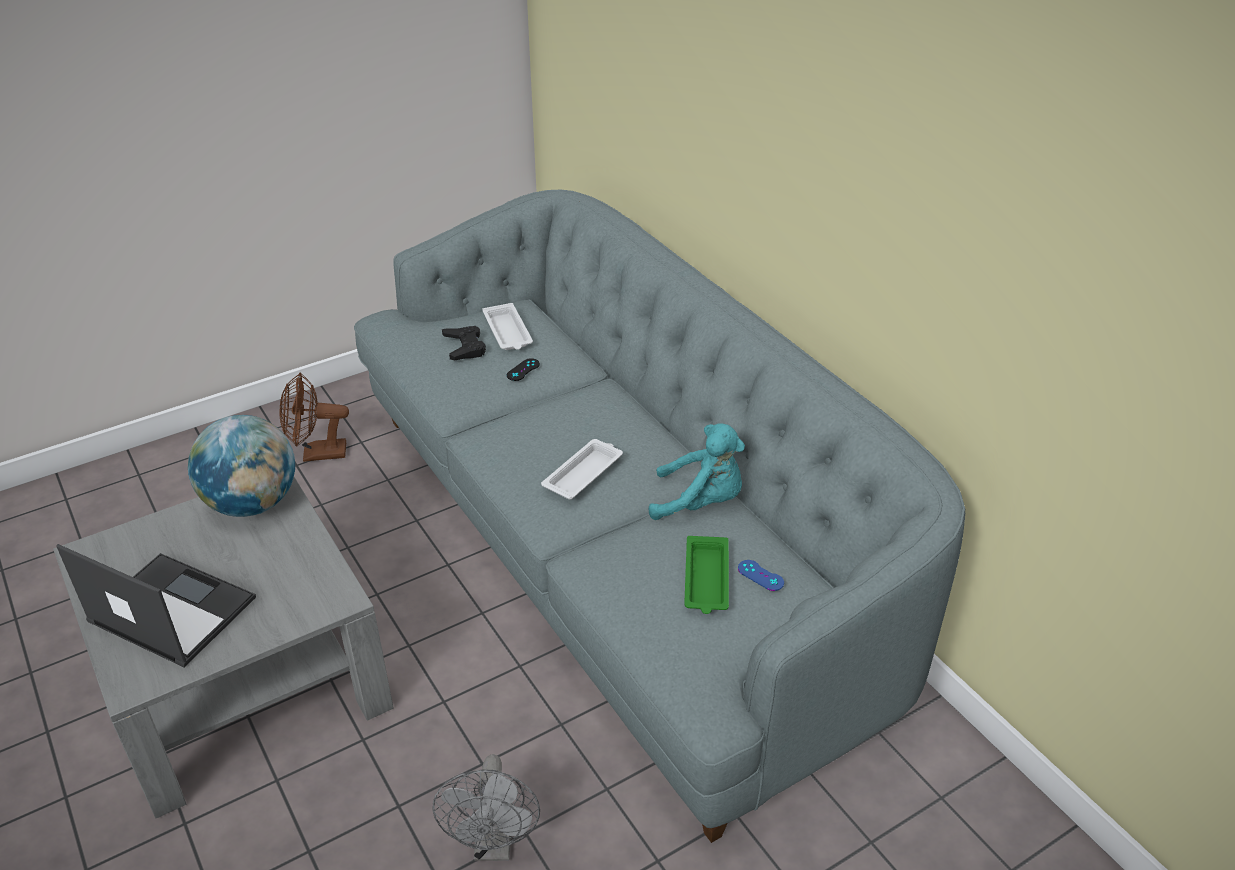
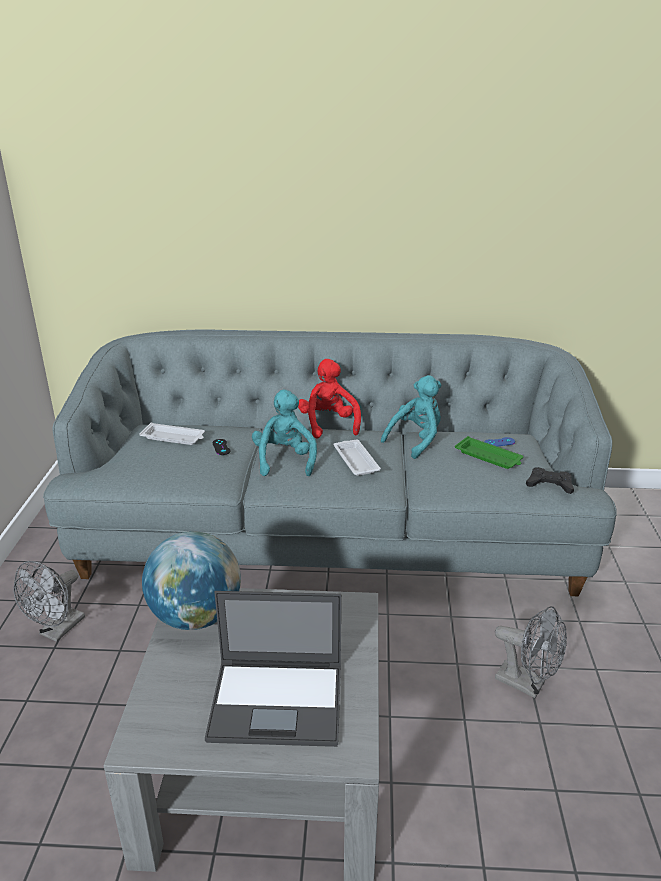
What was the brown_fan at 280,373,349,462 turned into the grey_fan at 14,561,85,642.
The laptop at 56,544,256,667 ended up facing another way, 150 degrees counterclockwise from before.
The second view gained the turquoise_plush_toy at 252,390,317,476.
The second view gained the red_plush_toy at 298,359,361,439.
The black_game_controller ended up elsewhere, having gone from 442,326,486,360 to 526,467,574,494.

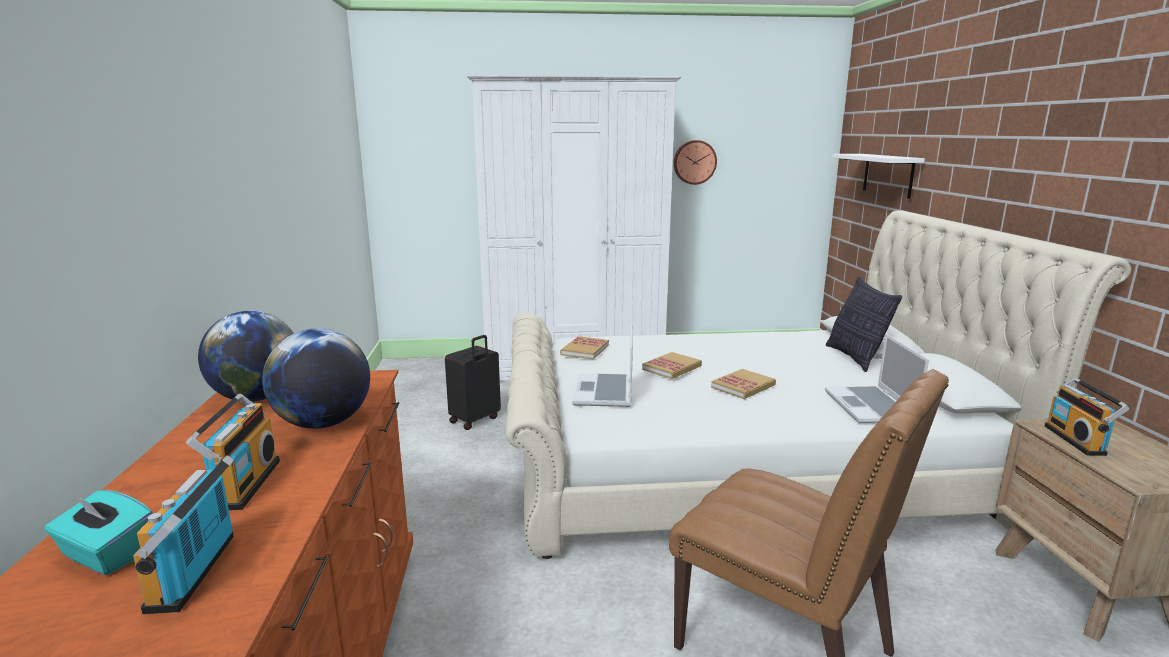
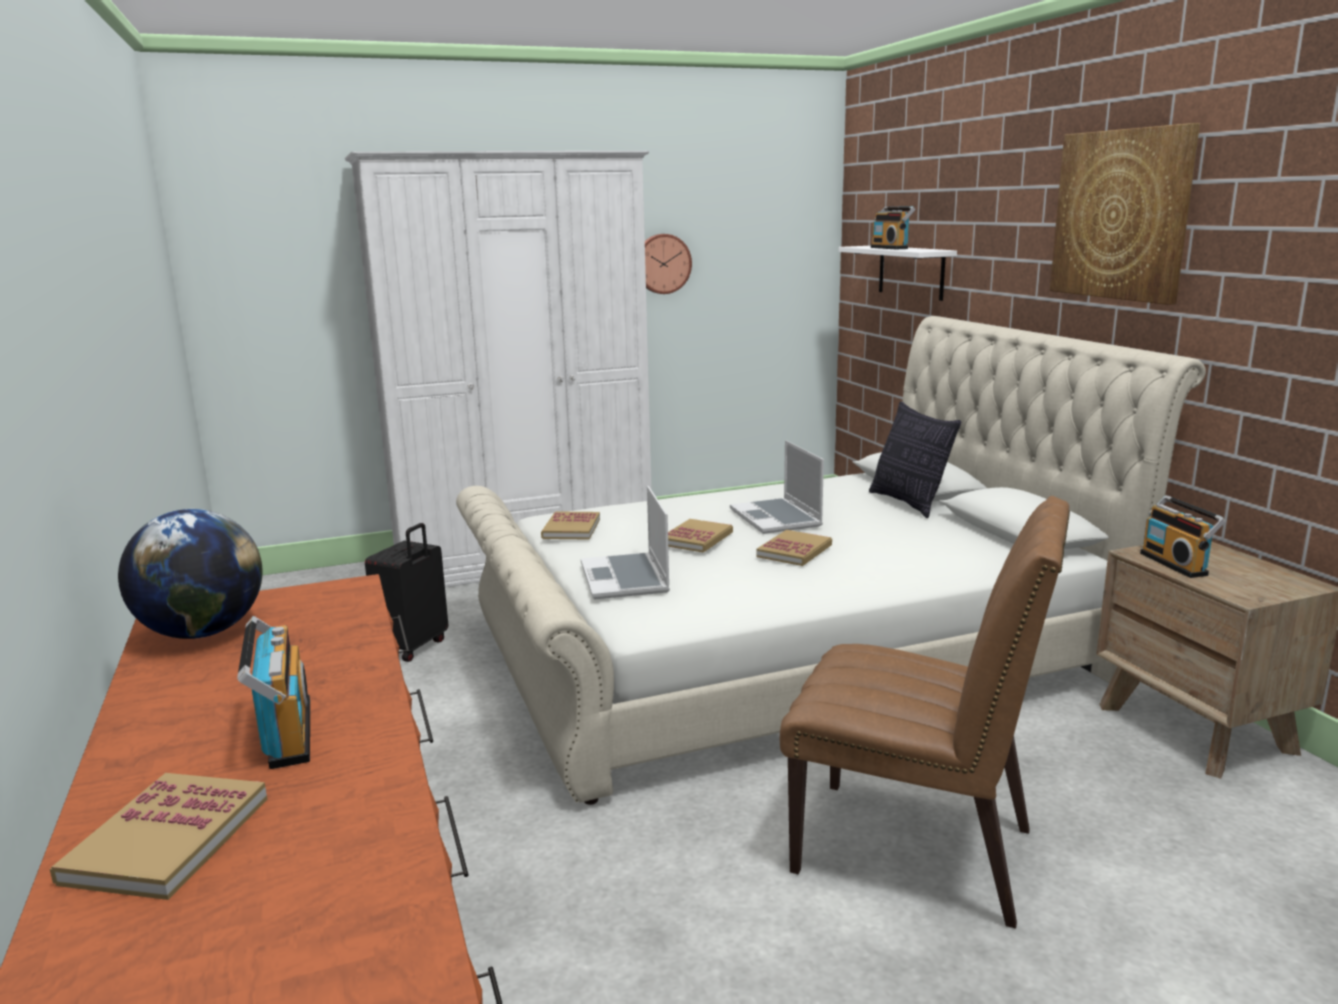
Where the turquoise_tissue_box stood at 44,490,153,575, the book came to stand at 50,773,268,900.
The laptop ended up elsewhere, having gone from 825,334,929,423 to 730,440,824,534.
The radio ended up elsewhere, having gone from 133,455,234,614 to 871,206,916,250.
The second view gained the picture at 1050,123,1200,305.
The second view lost the globe at 262,328,370,429.

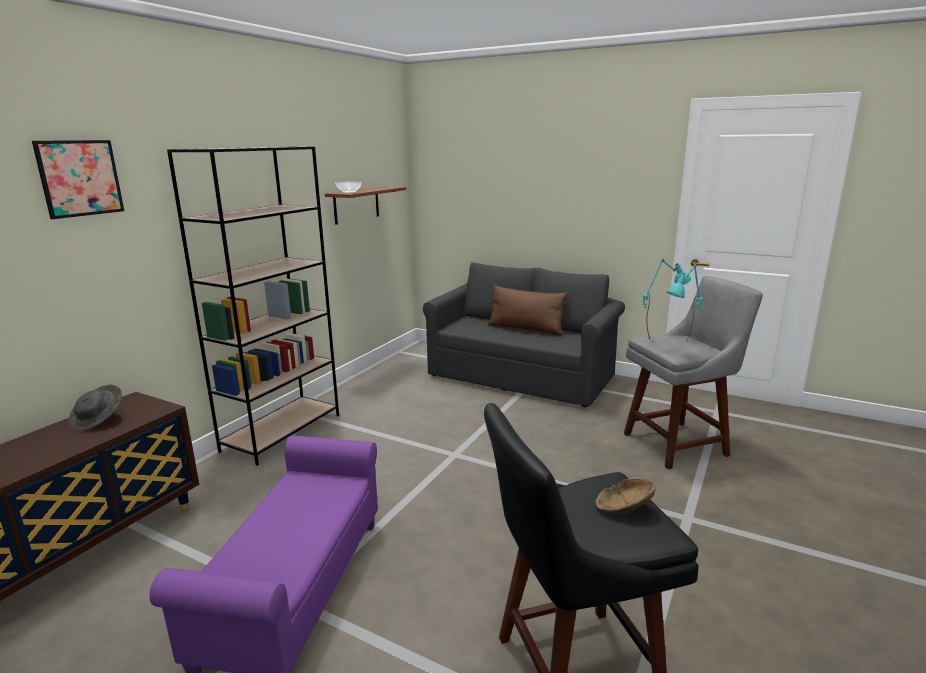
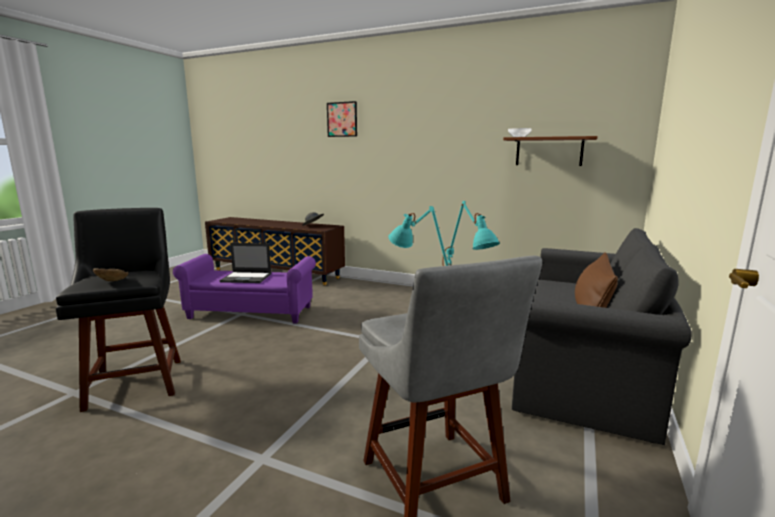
The second view gained the laptop at 220,243,271,283.
The second view lost the beige_bookcase at 167,147,339,466.

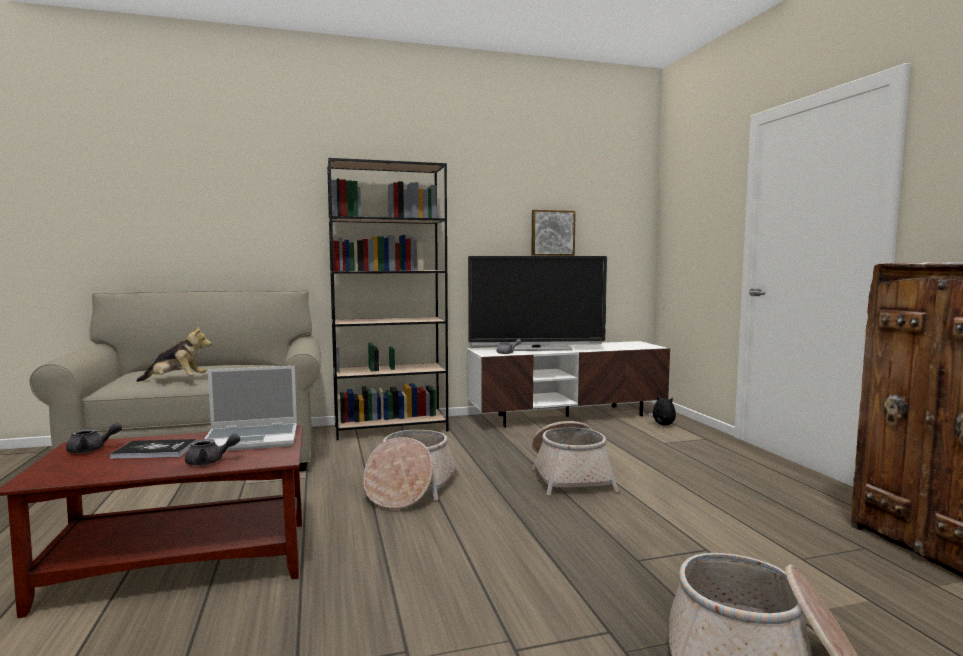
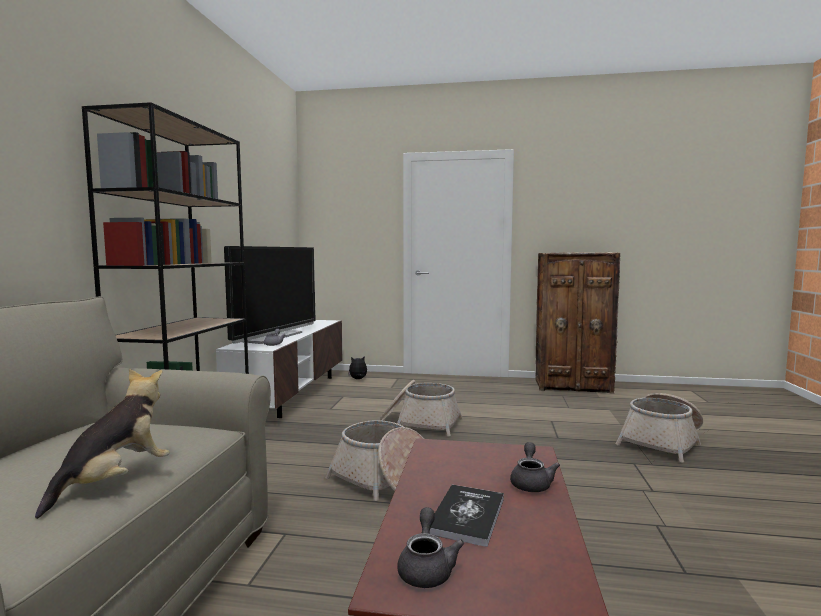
The second view lost the laptop at 204,366,297,451.
The second view lost the picture at 531,210,576,256.

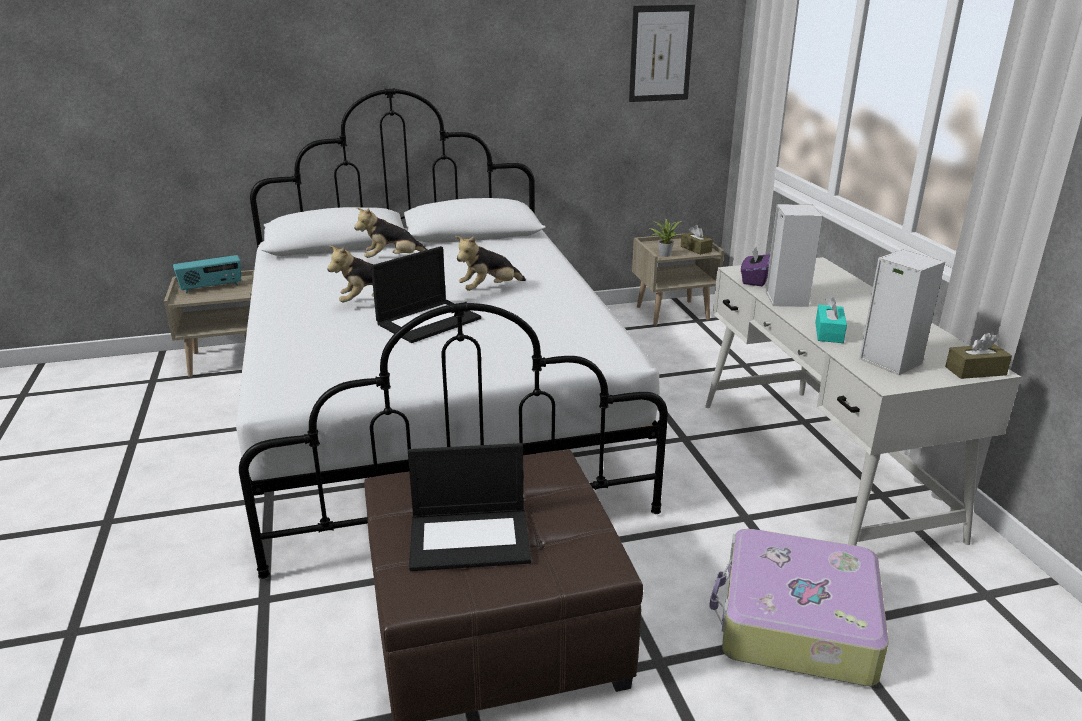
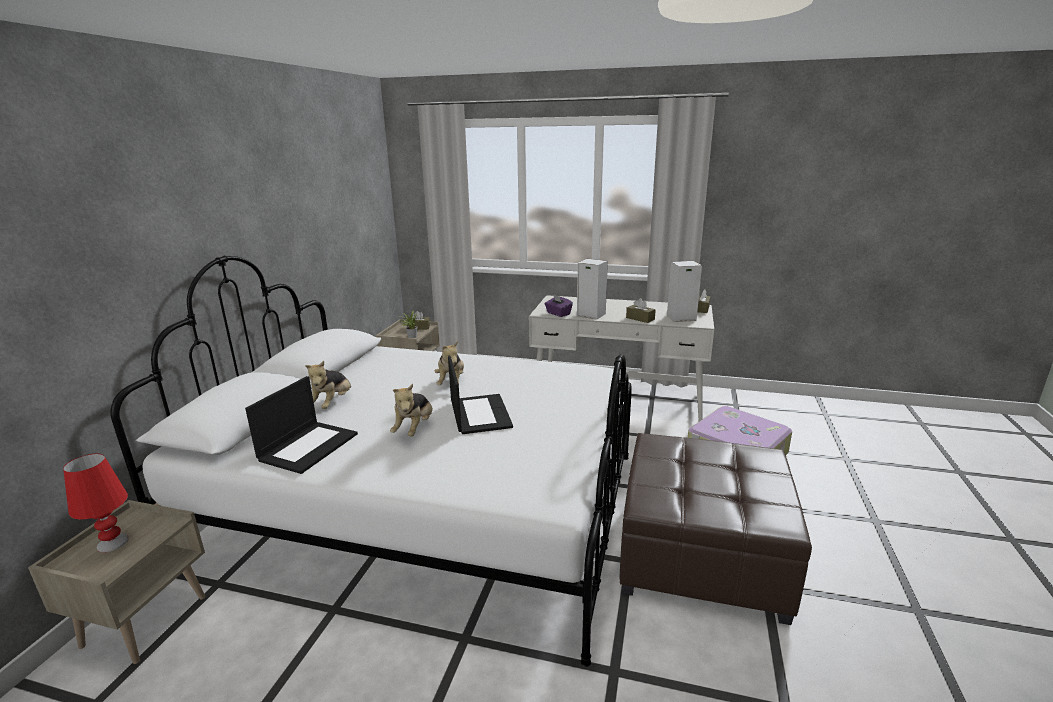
Where the radio stood at 173,255,241,293, the red_table_lamp came to stand at 63,454,129,552.
The laptop ended up elsewhere, having gone from 408,443,531,571 to 245,376,358,474.
What was the turquoise_tissue_box at 815,296,847,343 turned into the brown_tissue_box at 626,298,656,323.
The second view lost the picture at 629,5,695,102.

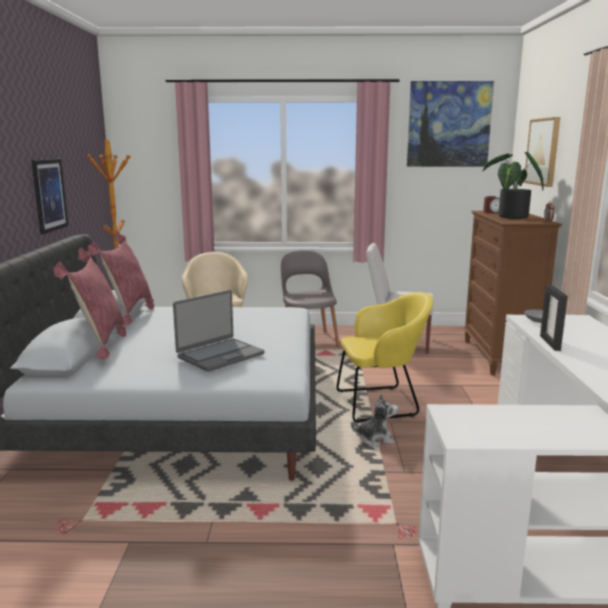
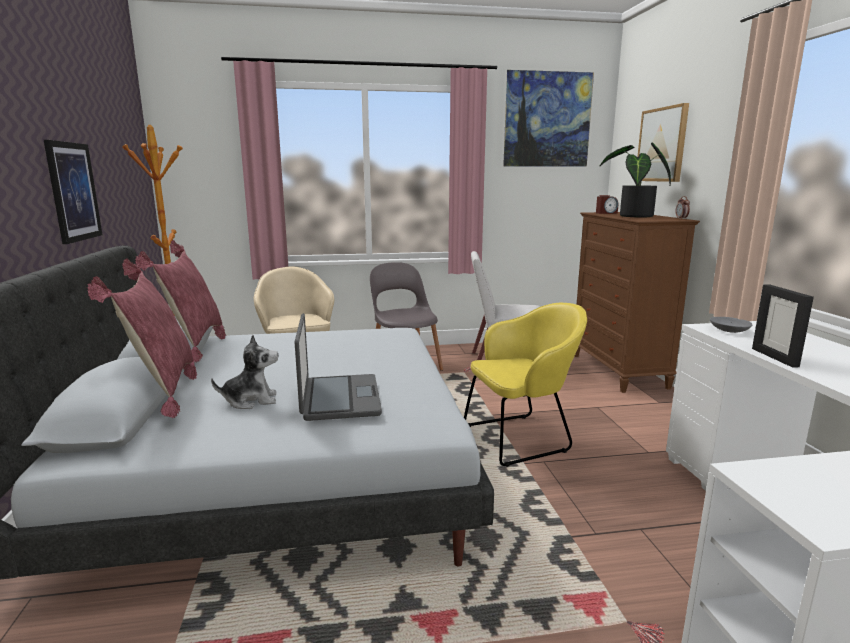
The plush_toy ended up elsewhere, having gone from 351,393,398,446 to 211,335,278,409.
The laptop at 173,290,265,372 ended up facing another way, 45 degrees counterclockwise from before.

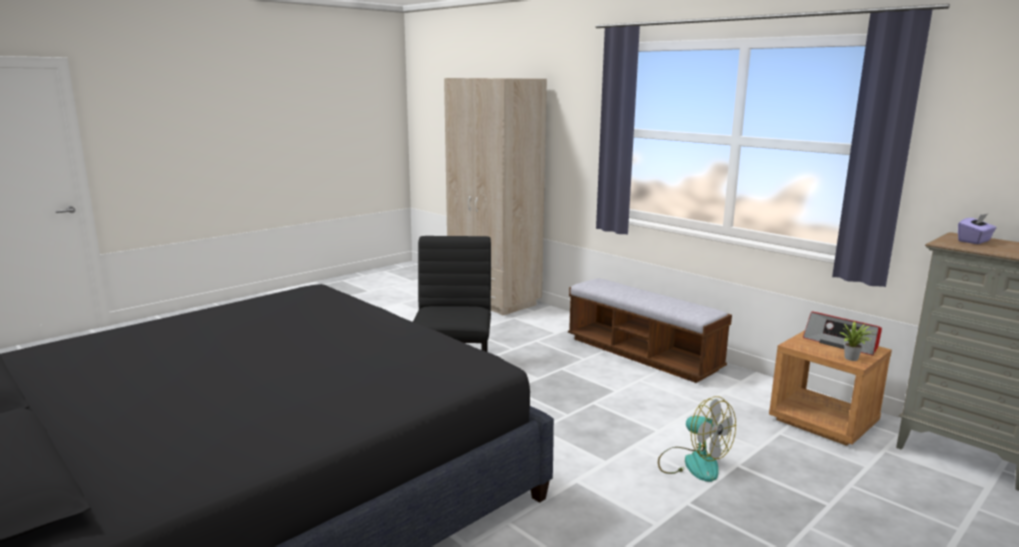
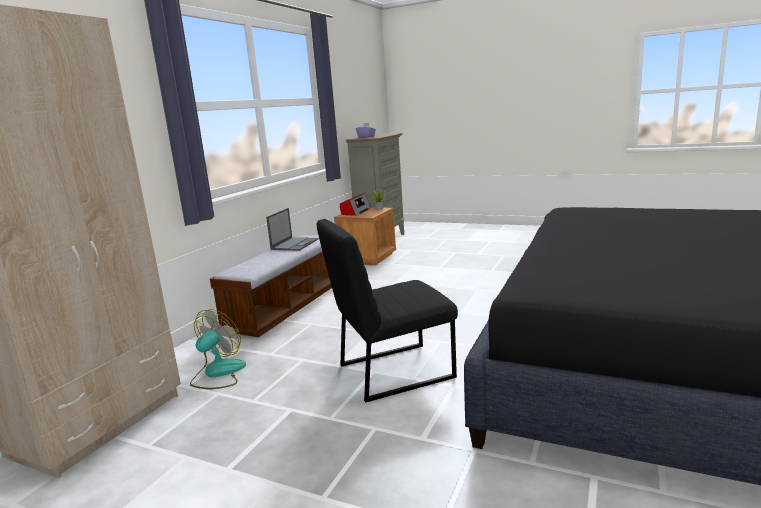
The fan ended up elsewhere, having gone from 658,396,736,482 to 190,309,246,389.
The second view gained the laptop at 266,208,319,251.

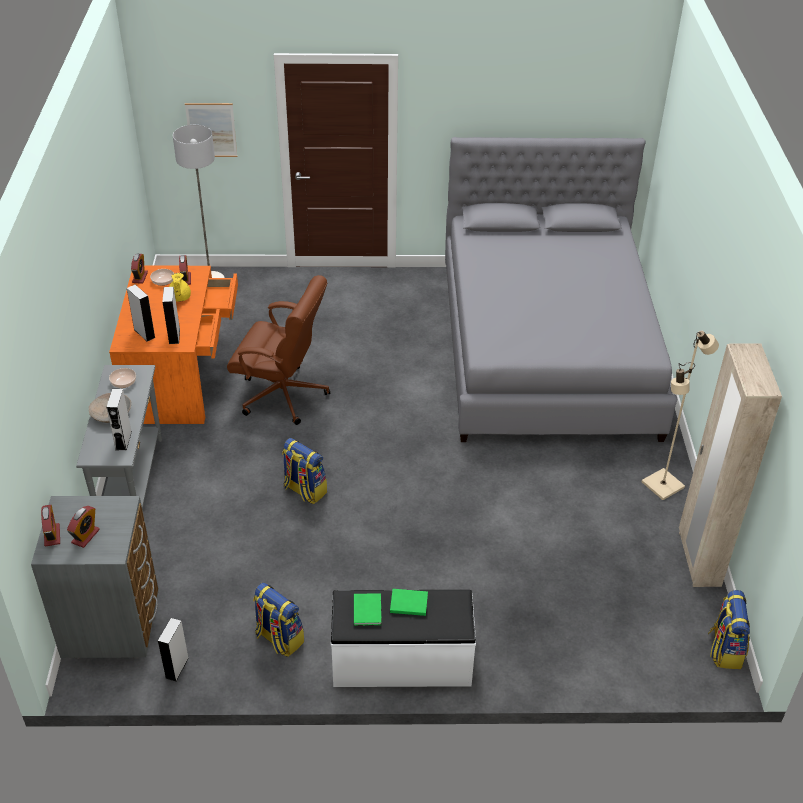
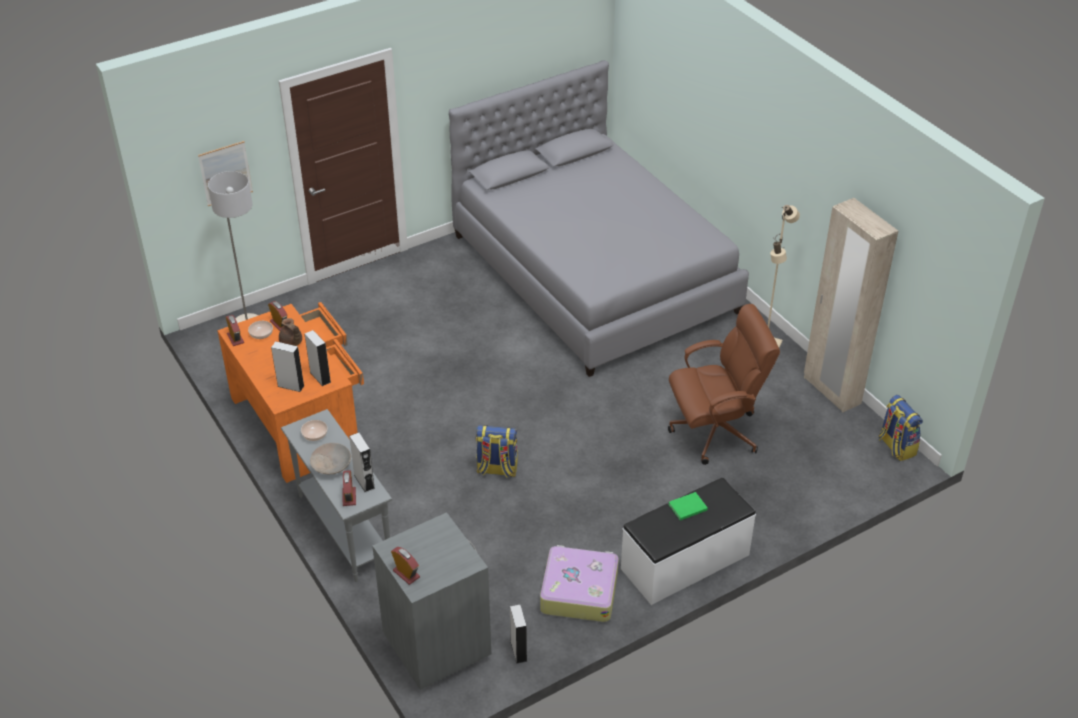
What was the yellow_teapot at 169,273,191,302 turned into the brown_teapot at 279,318,302,346.
The alarm_clock ended up elsewhere, having gone from 67,506,100,548 to 342,470,356,506.
Where the backpack stood at 253,583,304,657, the suitcase came to stand at 540,545,619,622.
The brown_office_chair ended up elsewhere, having gone from 227,275,330,425 to 668,304,780,465.
The second view lost the green_book at 354,593,382,626.

